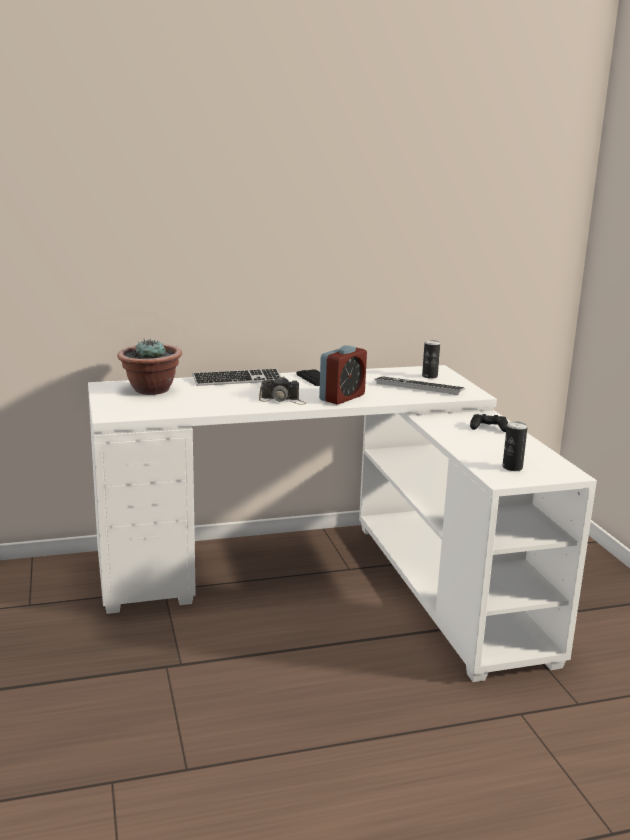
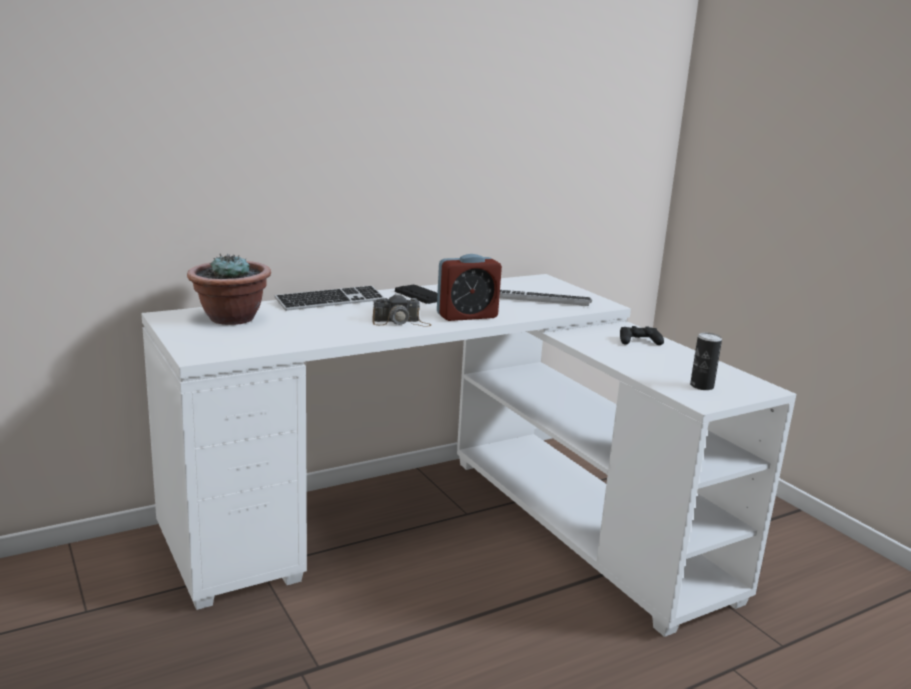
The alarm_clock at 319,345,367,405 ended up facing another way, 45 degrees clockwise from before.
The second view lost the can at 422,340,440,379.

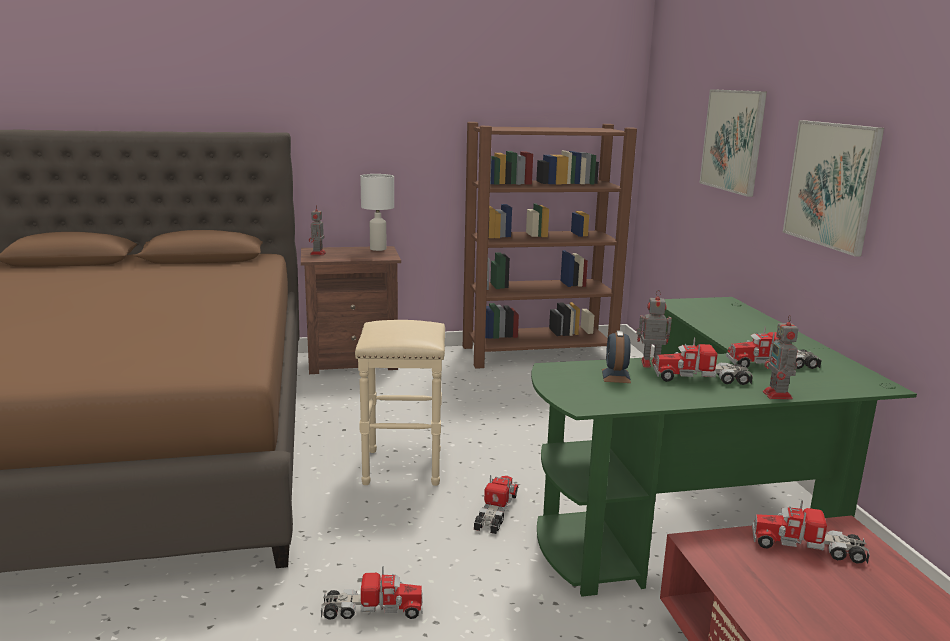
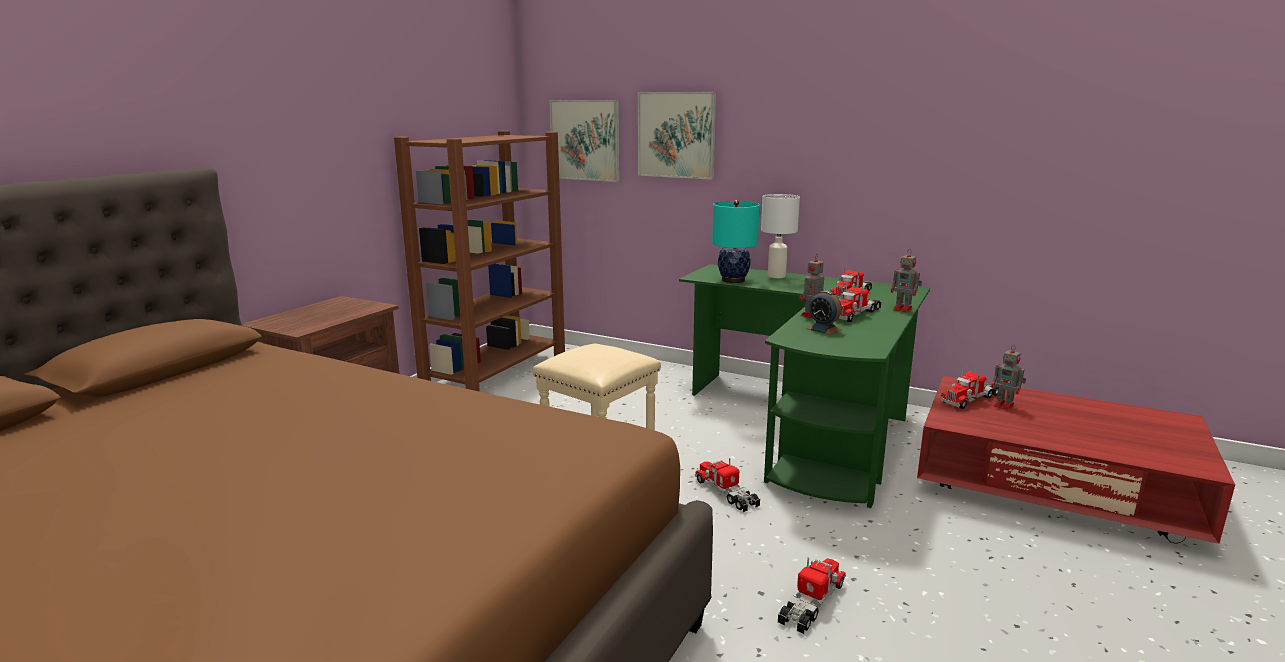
The picture ended up elsewhere, having gone from 783,120,884,257 to 549,100,620,182.
The second view gained the turquoise_table_lamp at 712,200,760,283.
The white_table_lamp ended up elsewhere, having gone from 360,174,394,251 to 761,194,800,278.
The toy_robot ended up elsewhere, having gone from 309,205,326,255 to 991,345,1026,410.

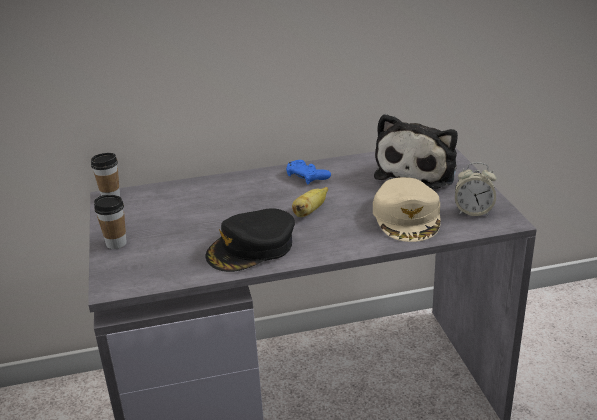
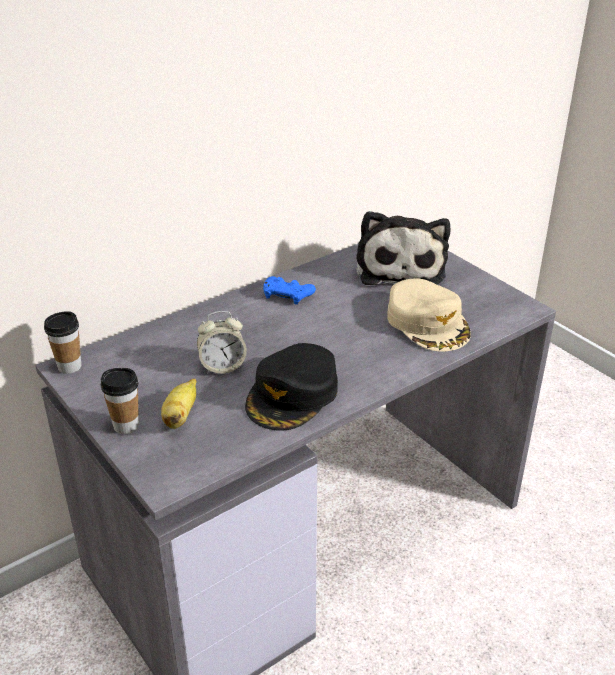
The banana ended up elsewhere, having gone from 292,187,328,217 to 161,378,196,429.
The alarm_clock ended up elsewhere, having gone from 455,162,497,216 to 197,311,247,374.

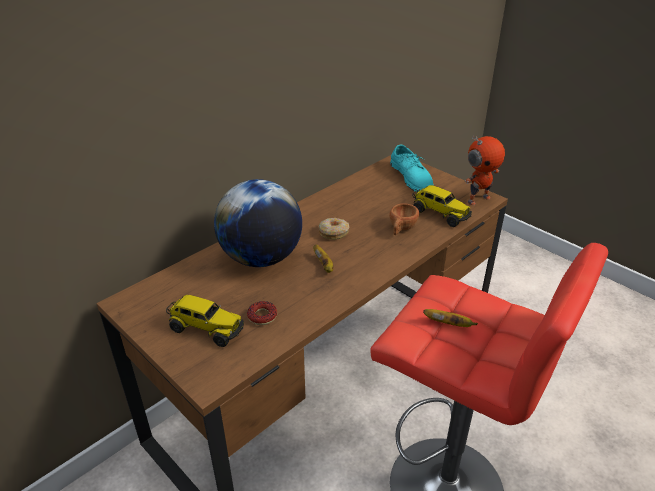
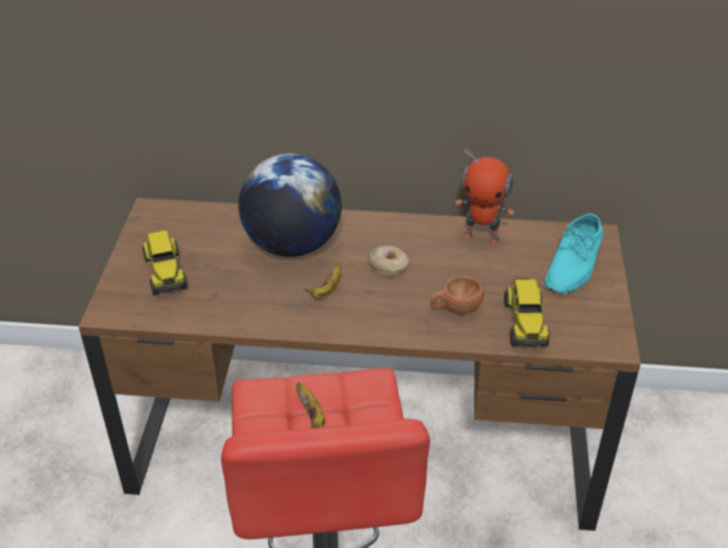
The toy_robot ended up elsewhere, having gone from 465,135,505,205 to 456,147,514,244.
The second view lost the donut at 247,301,277,325.

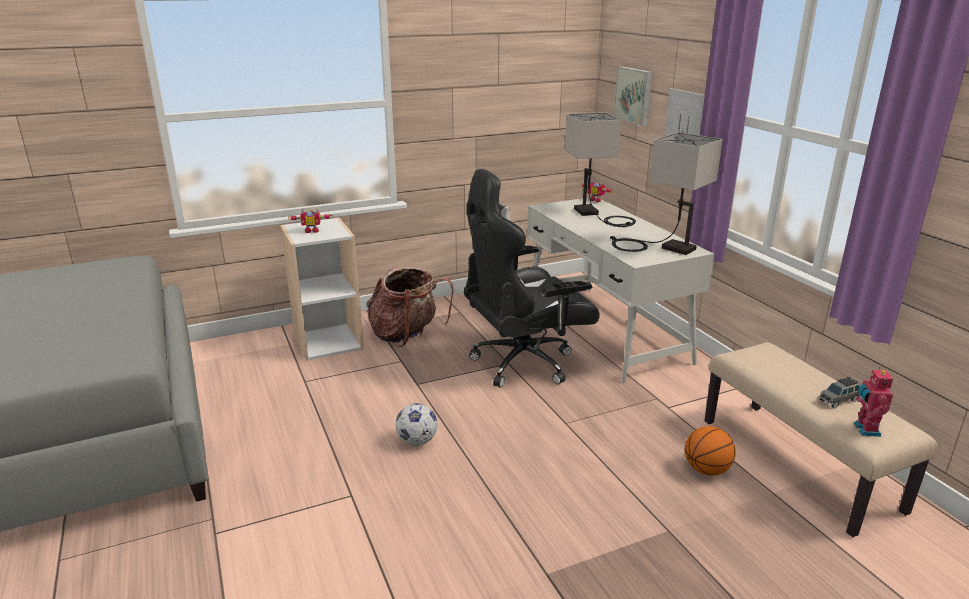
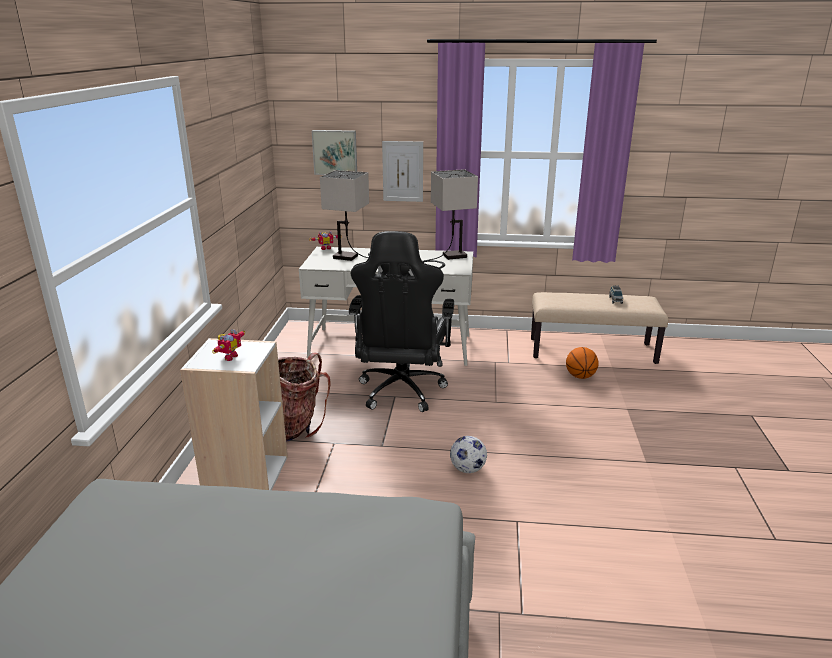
The second view lost the toy_robot at 854,367,893,437.

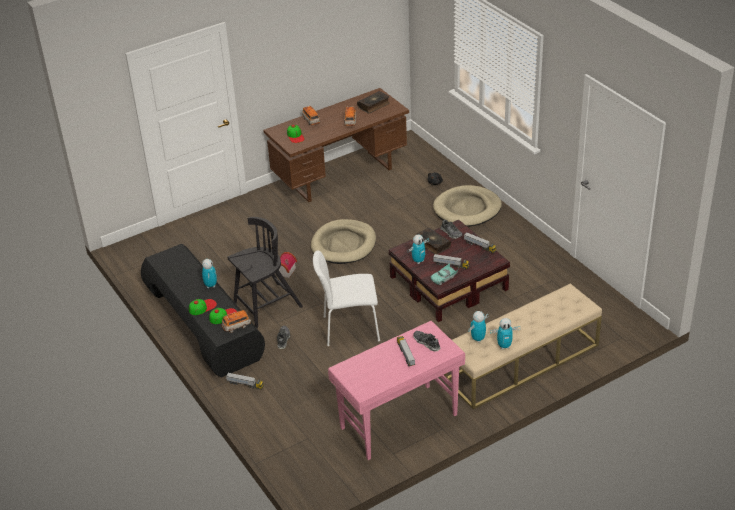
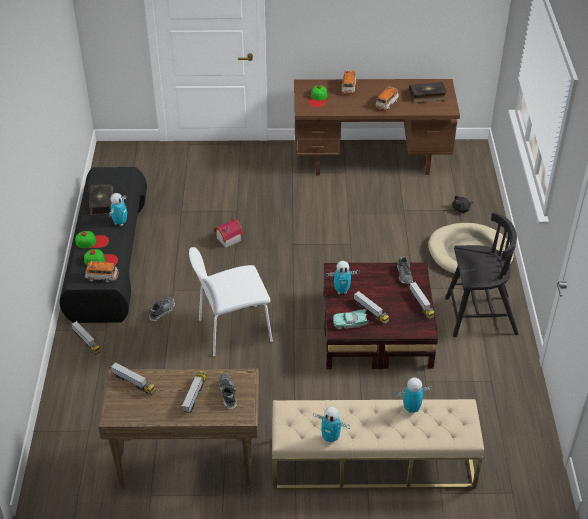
The book ended up elsewhere, having gone from 416,228,451,254 to 89,184,113,215.
What was the pink_console_table at 328,321,465,460 turned into the brown_console_table at 98,369,259,488.
The second view gained the toy_truck at 111,362,155,395.
The white_chair at 313,250,380,346 ended up facing another way, 45 degrees counterclockwise from before.
The toy_robot ended up elsewhere, having gone from 468,311,488,343 to 395,378,432,414.
The black_chair ended up elsewhere, having gone from 227,217,303,328 to 445,213,519,337.
The second view lost the beige_dog_bed at 311,219,376,264.

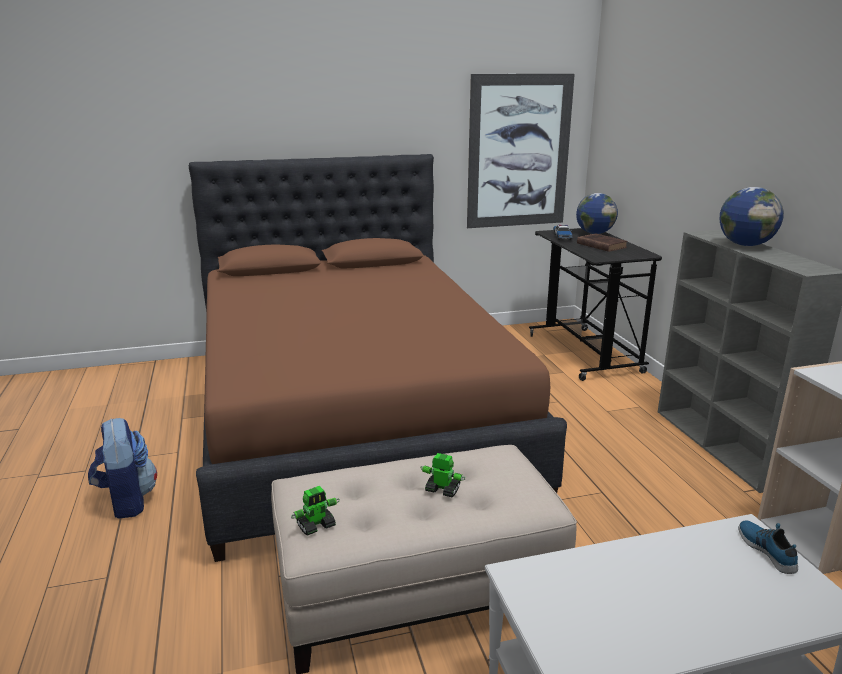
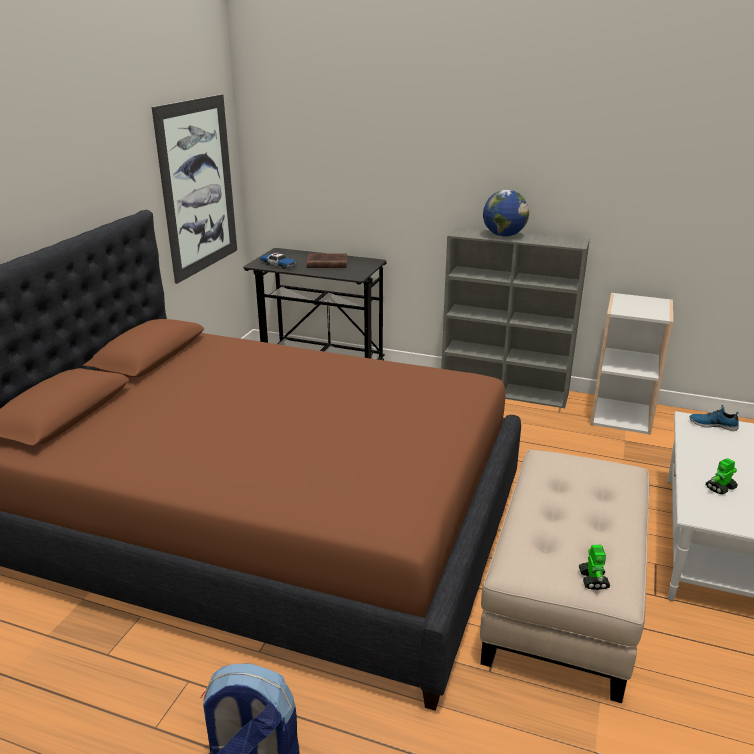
The toy_robot ended up elsewhere, having gone from 421,453,465,497 to 706,458,738,494.
The second view lost the globe at 576,193,618,234.

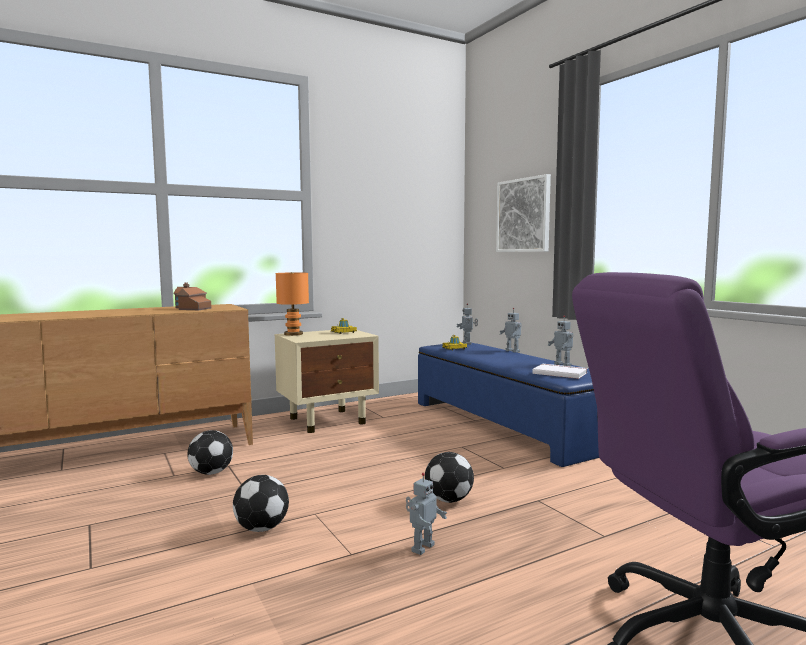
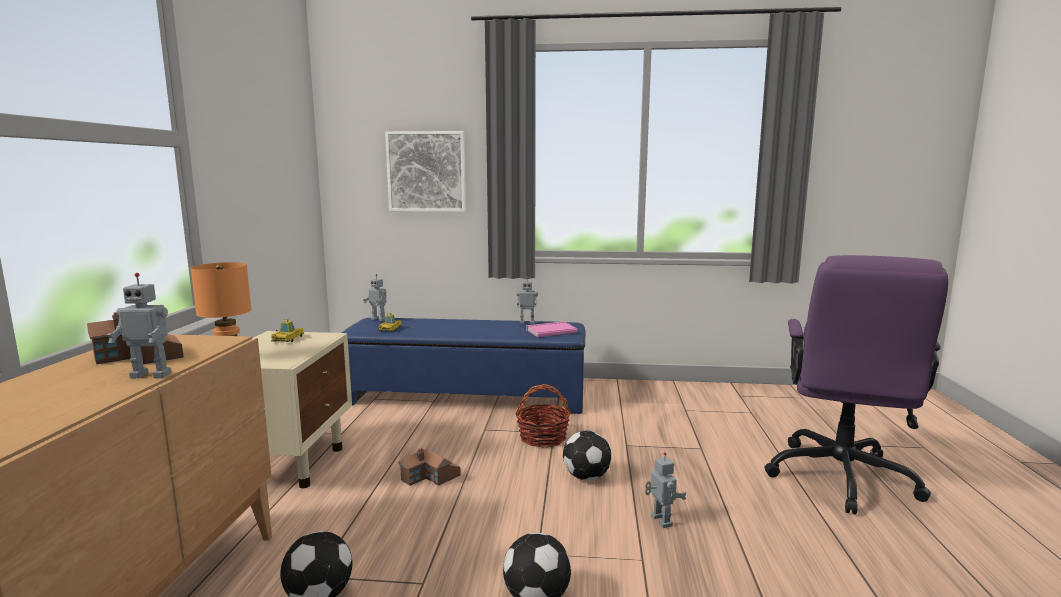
The toy_robot ended up elsewhere, having gone from 500,308,522,353 to 107,273,171,378.
The second view gained the toy_house at 399,448,461,486.
The second view gained the basket at 515,384,571,448.
What was the white_book at 532,364,588,379 turned into the pink_book at 526,322,577,337.

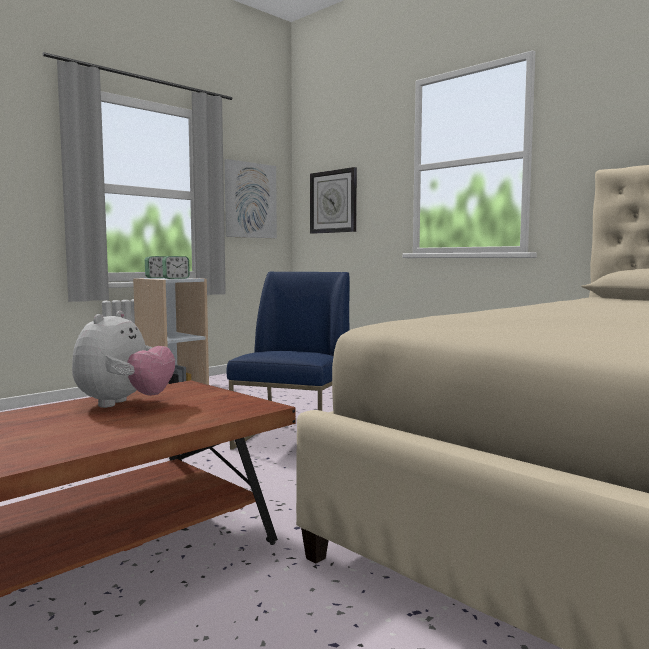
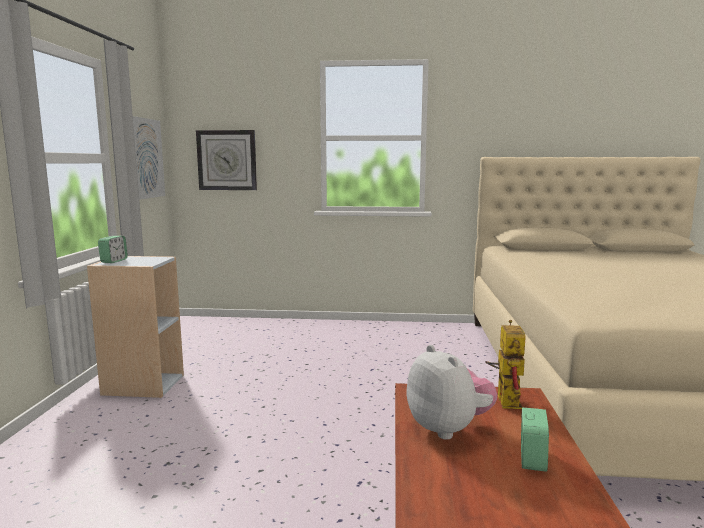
The second view gained the toy_robot at 485,320,526,409.
The alarm_clock ended up elsewhere, having gone from 162,256,190,279 to 521,408,549,472.
The second view lost the blue_chair at 227,271,350,450.

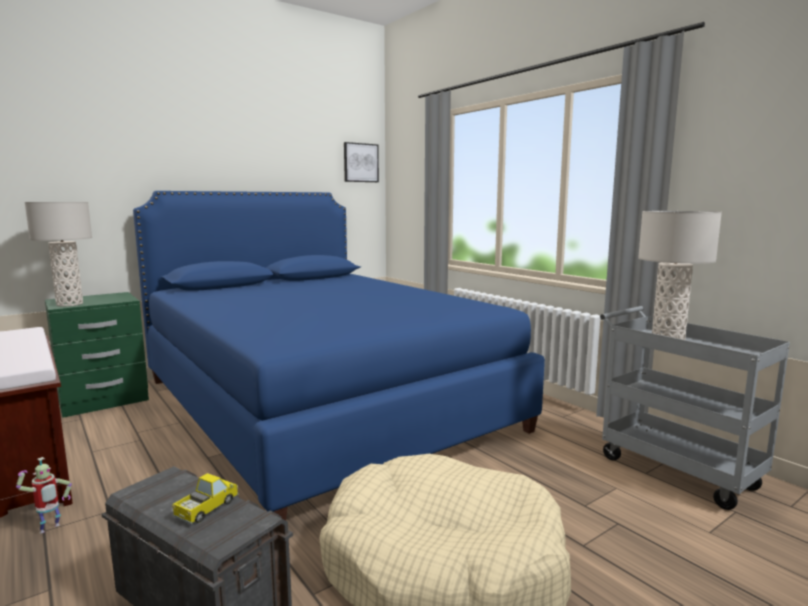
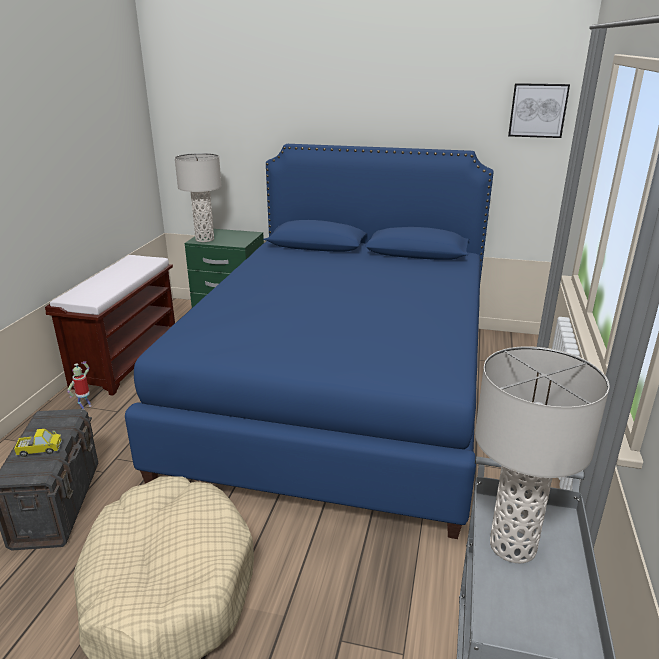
The toy_robot at 16,457,72,534 ended up facing another way, 120 degrees clockwise from before.

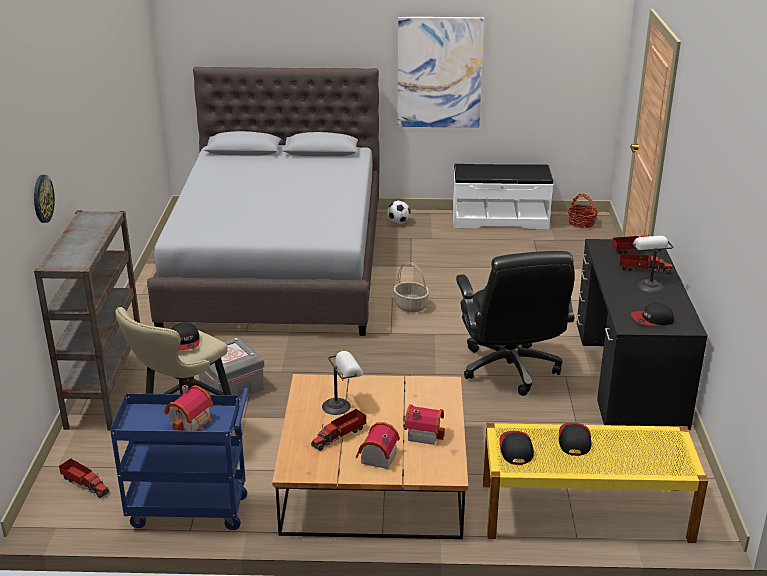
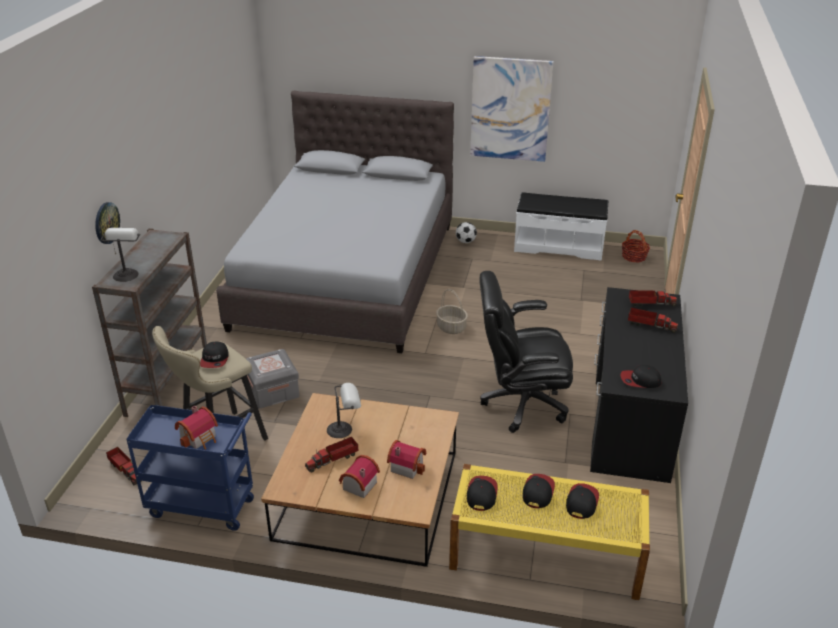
The table_lamp ended up elsewhere, having gone from 632,236,674,293 to 100,228,140,282.
The black_office_chair at 456,251,575,396 ended up facing another way, 90 degrees clockwise from before.
The second view gained the cap at 566,483,599,519.

